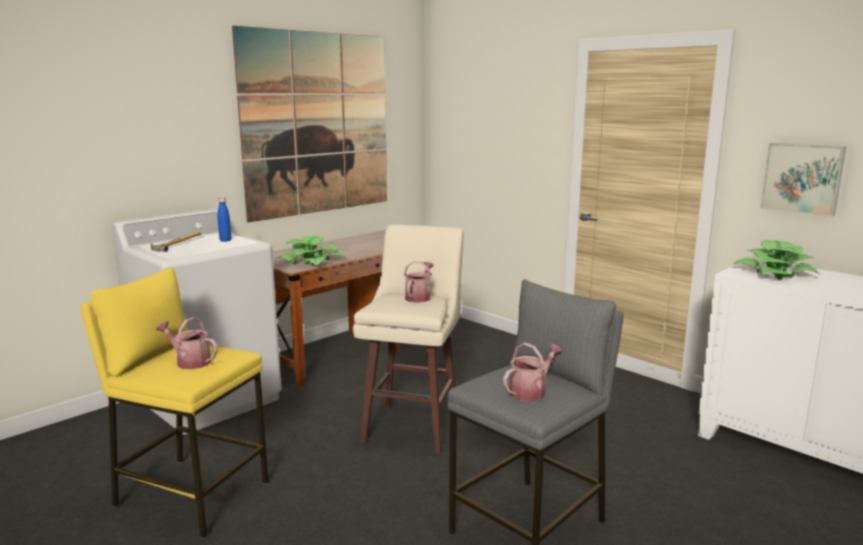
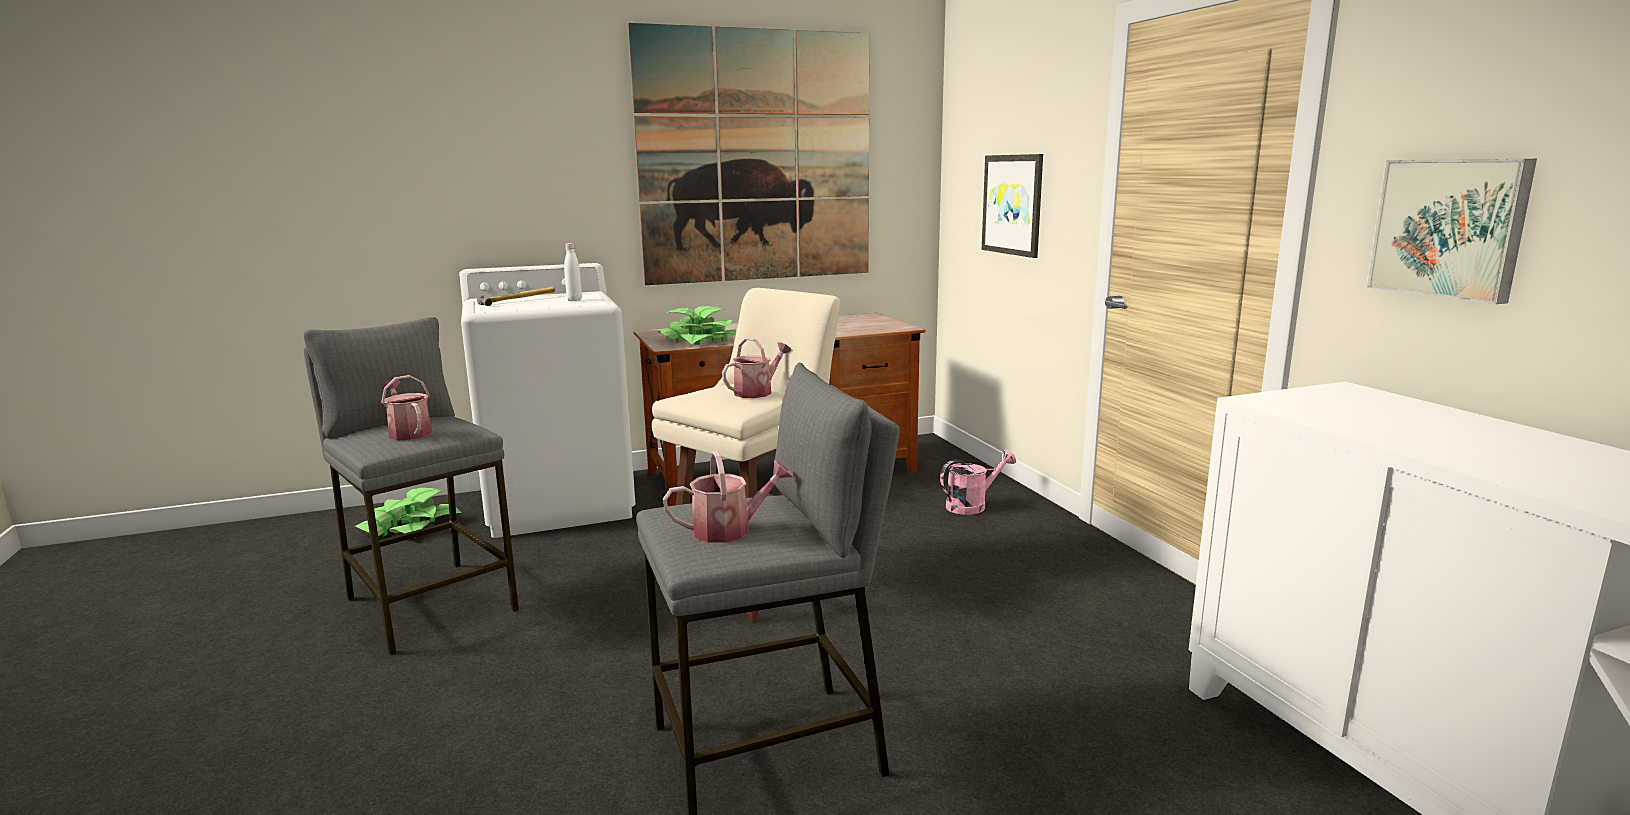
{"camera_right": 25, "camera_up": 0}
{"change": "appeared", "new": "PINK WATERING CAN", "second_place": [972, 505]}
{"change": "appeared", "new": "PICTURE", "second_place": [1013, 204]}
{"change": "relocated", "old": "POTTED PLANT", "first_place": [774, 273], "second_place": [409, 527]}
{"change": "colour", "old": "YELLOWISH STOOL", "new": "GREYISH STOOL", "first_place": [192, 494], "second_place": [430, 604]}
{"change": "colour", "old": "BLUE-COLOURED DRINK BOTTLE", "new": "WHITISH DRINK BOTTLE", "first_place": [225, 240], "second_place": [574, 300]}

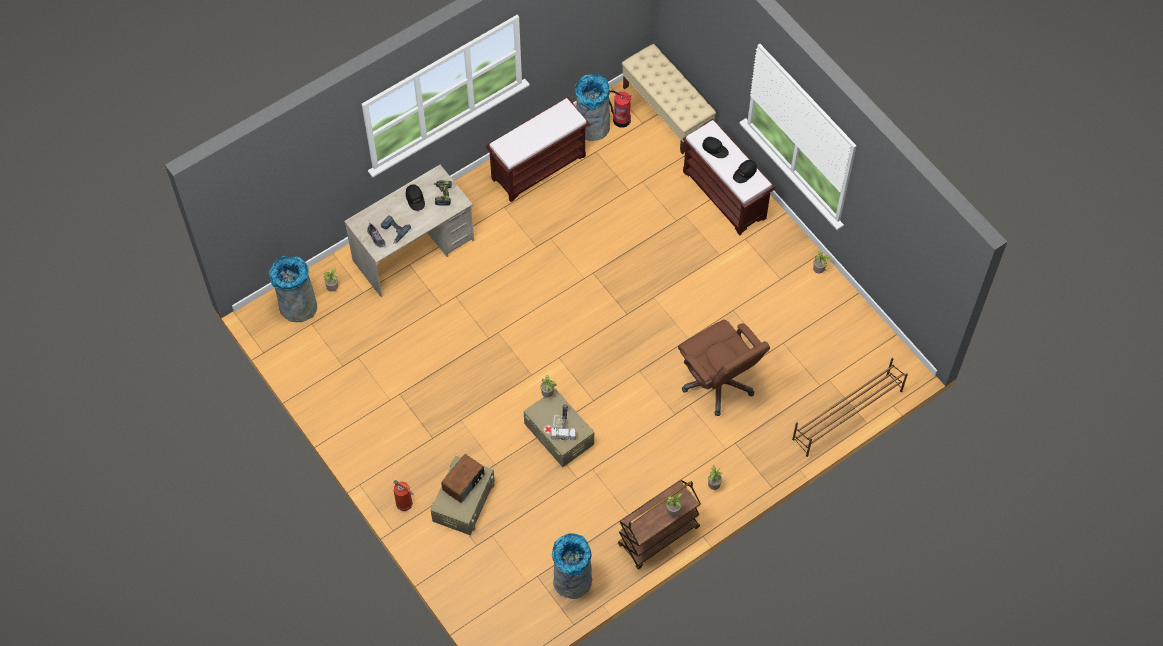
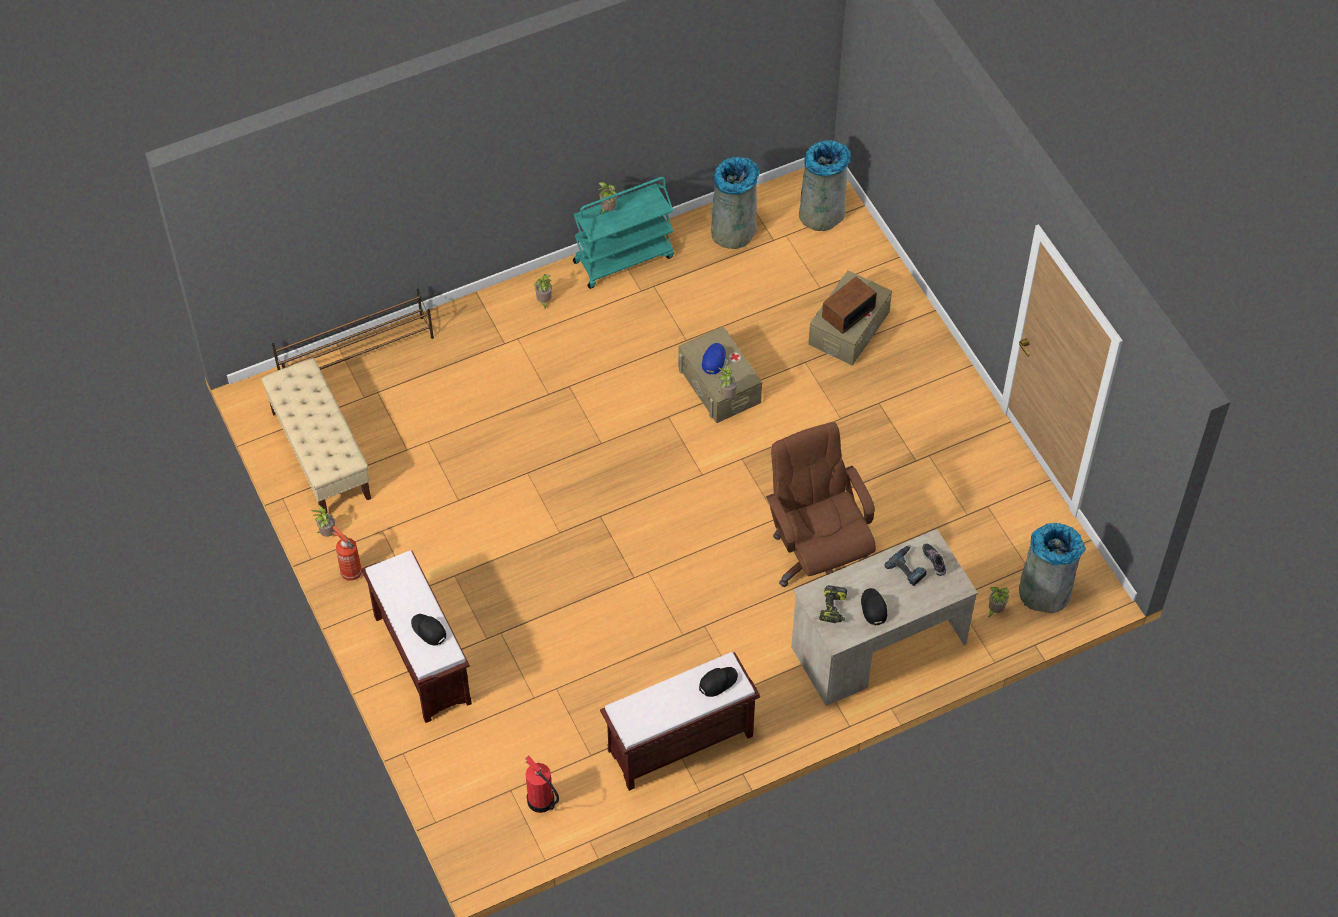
{"camera_right": -170, "camera_up": -5}
{"change": "relocated", "old": "FIRE EXTINGUISHER", "first_place": [405, 504], "second_place": [350, 571]}
{"change": "relocated", "old": "GREYISH RUBBISH BIN", "first_place": [592, 127], "second_place": [822, 213]}
{"change": "relocated", "old": "BEIGE-COLOURED BENCH", "first_place": [667, 112], "second_place": [320, 455]}
{"change": "relocated", "old": "BROWN-COLOURED DESK CHAIR", "first_place": [718, 383], "second_place": [817, 557]}
{"change": "relocated", "old": "BLACK CAP", "first_place": [744, 173], "second_place": [718, 682]}
{"change": "exchanged", "old": "TOOL HAMMER", "new": "BLUE-COLOURED CAP", "first_place": [564, 423], "second_place": [713, 360]}
{"change": "colour", "old": "BROWN-COLOURED CART", "new": "TURQUOISE CART", "first_place": [658, 537], "second_place": [624, 258]}

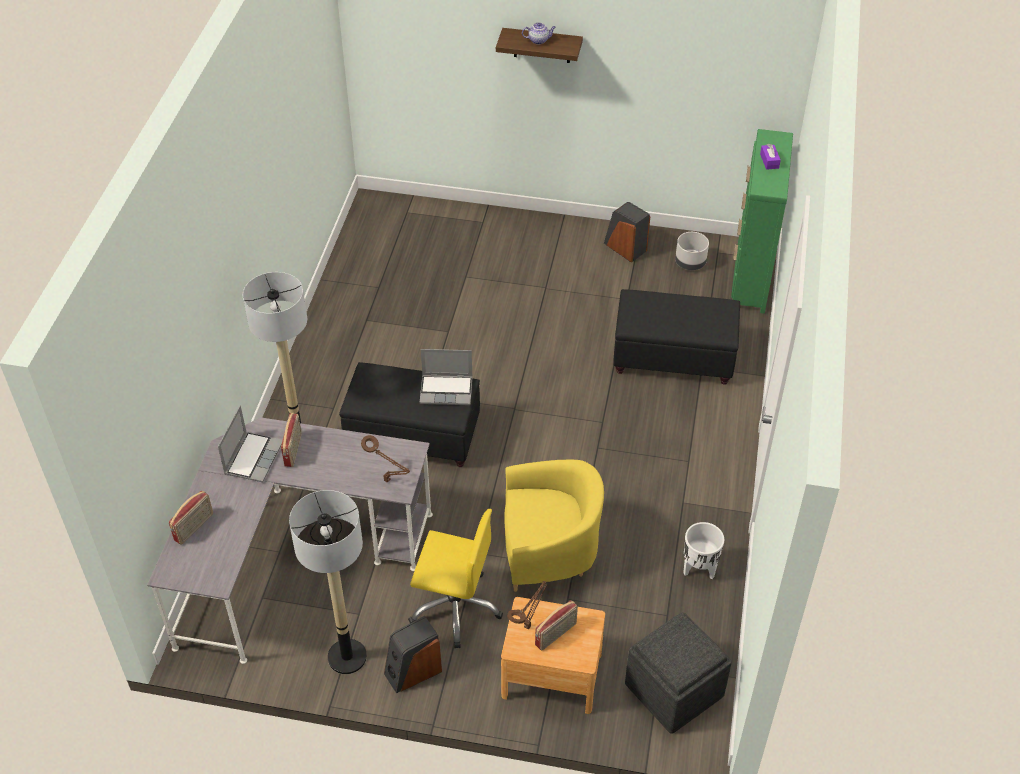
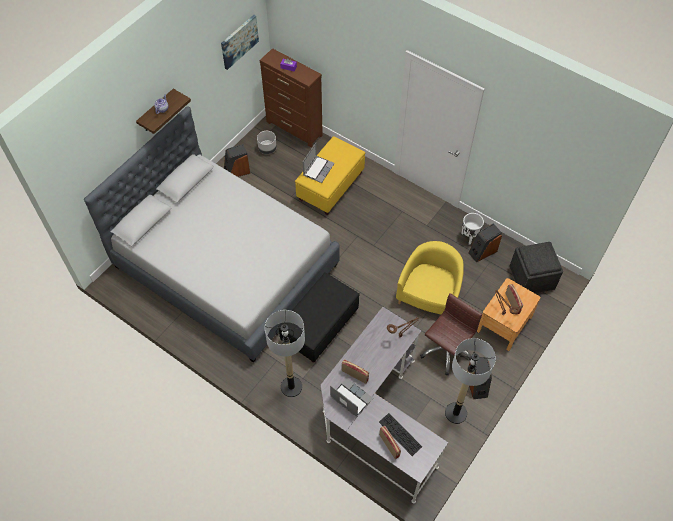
{"camera_right": -65, "camera_up": 10}
{"change": "appeared", "new": "GREYISH BED", "second_place": [226, 265]}
{"change": "appeared", "new": "PICTURE", "second_place": [239, 41]}
{"change": "appeared", "new": "KEYBOARD", "second_place": [399, 434]}
{"change": "appeared", "new": "SPEAKER", "second_place": [482, 251]}
{"change": "relocated", "old": "LAPTOP", "first_place": [447, 390], "second_place": [318, 169]}
{"change": "colour", "old": "YELLOWISH DESK CHAIR", "new": "BROWN-COLOURED DESK CHAIR", "first_place": [455, 607], "second_place": [446, 350]}
{"change": "colour", "old": "BLACK OTTOMAN", "new": "YELLOWISH OTTOMAN", "first_place": [672, 357], "second_place": [330, 187]}
{"change": "colour", "old": "GREENISH DRESSER", "new": "BROWN-COLOURED DRESSER", "first_place": [751, 278], "second_place": [294, 129]}

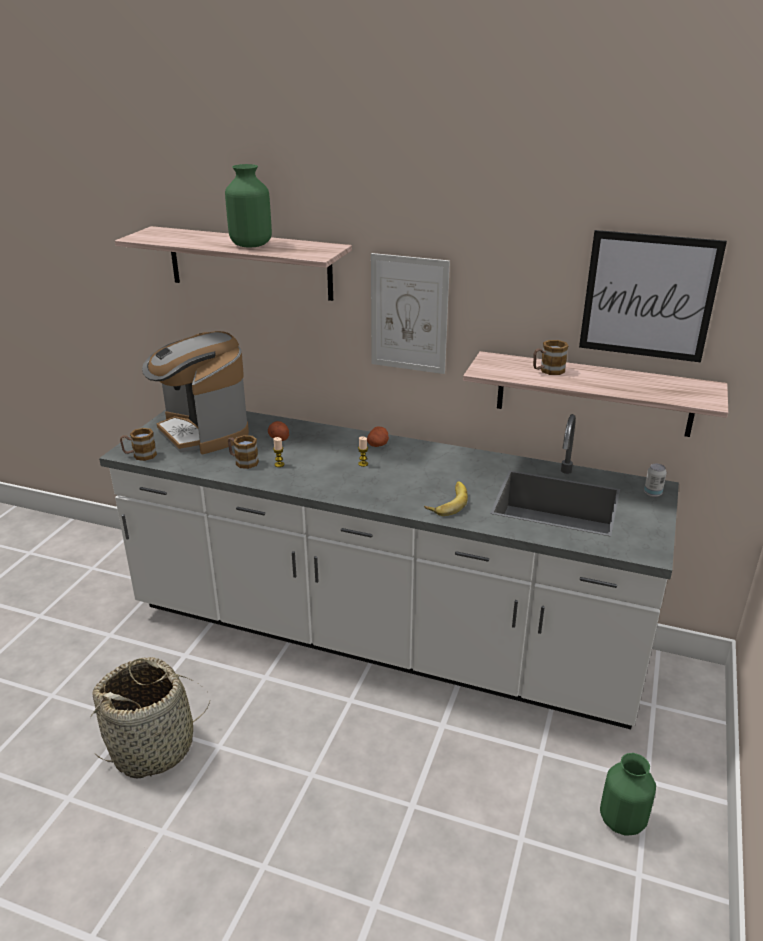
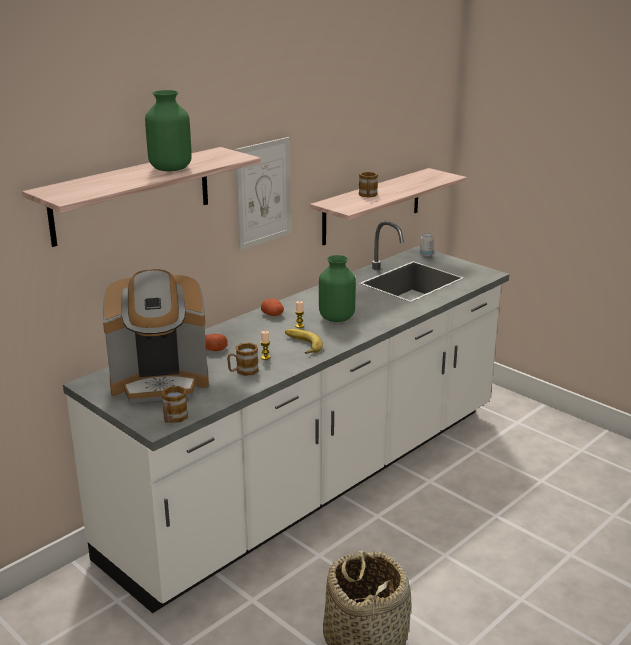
{"camera_right": -65, "camera_up": -5}
{"change": "missing", "old": "PICTURE", "first_place": [648, 296]}
{"change": "relocated", "old": "BANANA FRUIT", "first_place": [447, 502], "second_place": [300, 345]}
{"change": "relocated", "old": "GREENISH DECORATIVE VASE", "first_place": [623, 820], "second_place": [337, 317]}

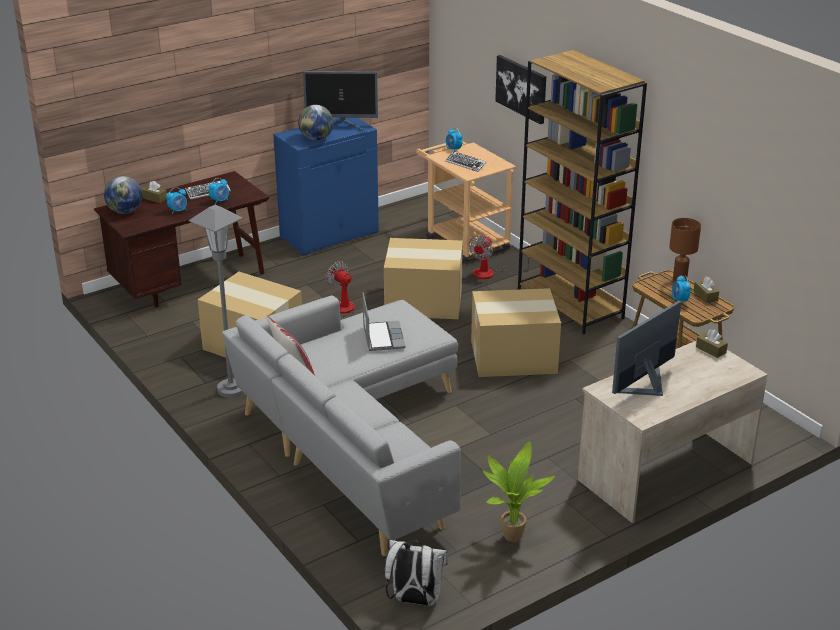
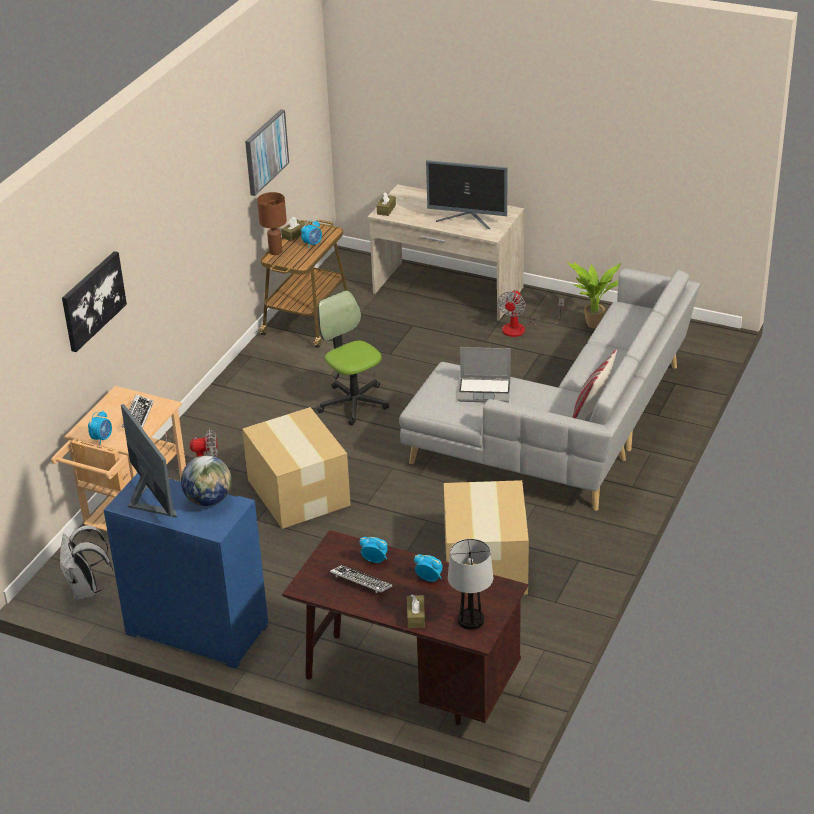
{"camera_right": -120, "camera_up": 5}
{"change": "missing", "old": "GREYISH STANDARD LAMP", "first_place": [231, 389]}
{"change": "missing", "old": "BROWN-COLOURED BOOKCASE", "first_place": [571, 304]}
{"change": "appeared", "new": "PICTURE", "second_place": [265, 152]}
{"change": "relocated", "old": "COOLING FAN", "first_place": [341, 312], "second_place": [522, 328]}
{"change": "relocated", "old": "WHITISH RUCKSACK", "first_place": [414, 600], "second_place": [86, 590]}
{"change": "exchanged", "old": "DESK GLOBE", "new": "LAMP FOR A TABLE", "first_place": [125, 211], "second_place": [471, 620]}
{"change": "exchanged", "old": "PACKING BOX", "new": "DESK CHAIR", "first_place": [515, 357], "second_place": [353, 403]}
{"change": "spun", "old": "LAPTOP", "first_place": [382, 337], "second_place": [485, 391], "degrees": -135}

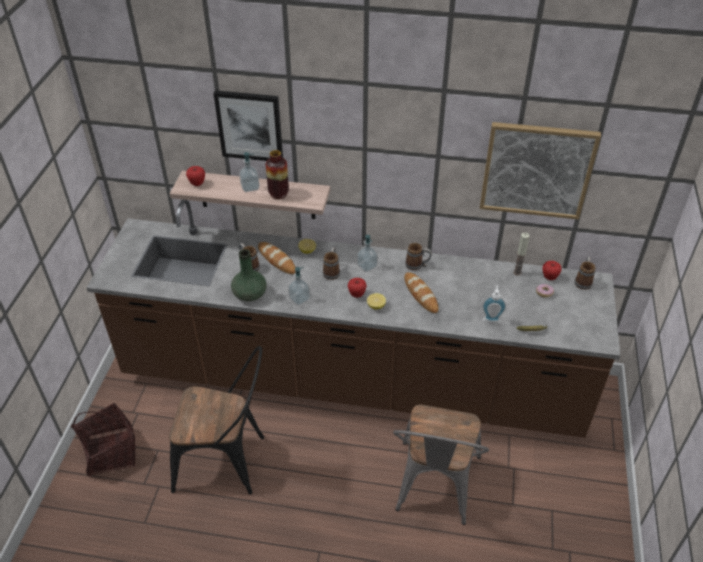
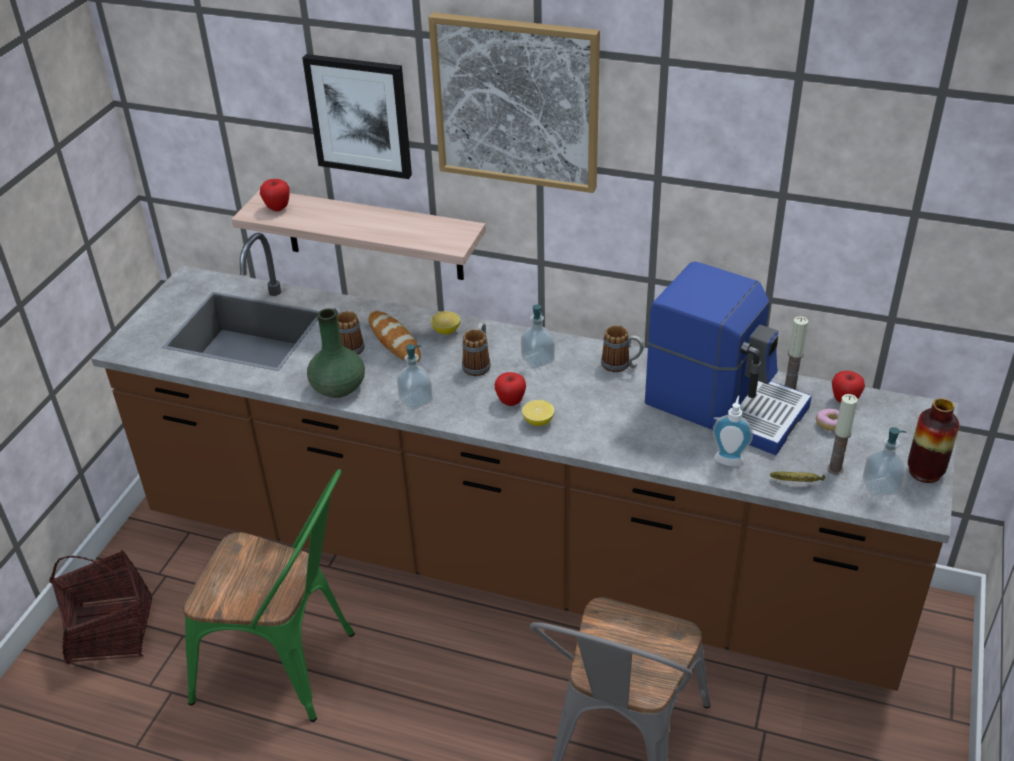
{"camera_right": 10, "camera_up": -5}
{"change": "missing", "old": "BAKERY BREAD", "first_place": [420, 294]}
{"change": "missing", "old": "TEA MUG", "first_place": [583, 281]}
{"change": "appeared", "new": "COFFEE MAKER", "second_place": [725, 404]}
{"change": "appeared", "new": "WAX LIGHT", "second_place": [835, 469]}
{"change": "relocated", "old": "SOAP DISPENSER", "first_place": [250, 187], "second_place": [880, 486]}
{"change": "relocated", "old": "DECORATIVE VASE", "first_place": [278, 194], "second_place": [925, 472]}
{"change": "relocated", "old": "PICTURE", "first_place": [537, 170], "second_place": [516, 102]}
{"change": "colour", "old": "BLACK CHAIR", "new": "GREENISH CHAIR", "first_place": [228, 461], "second_place": [288, 666]}

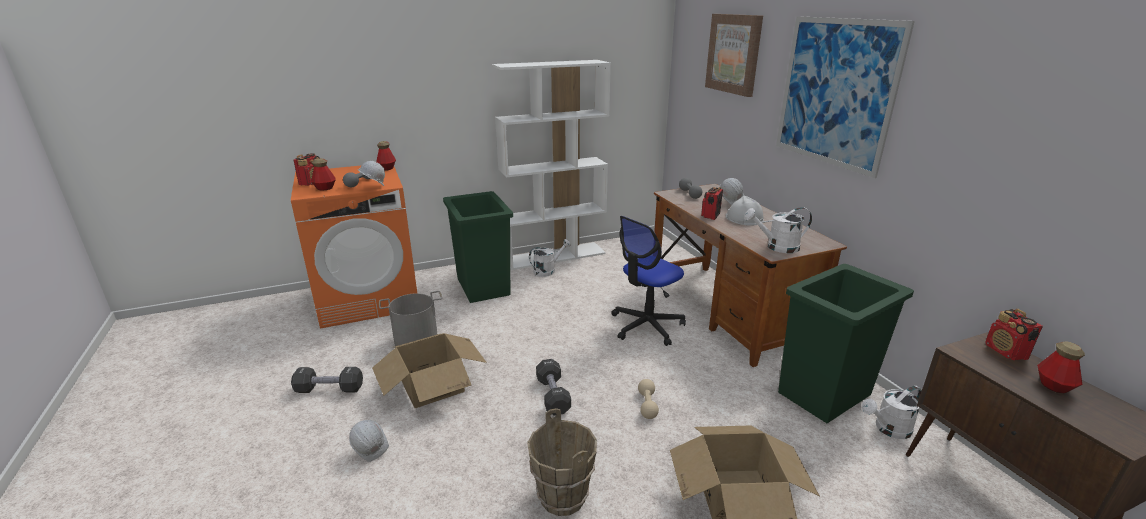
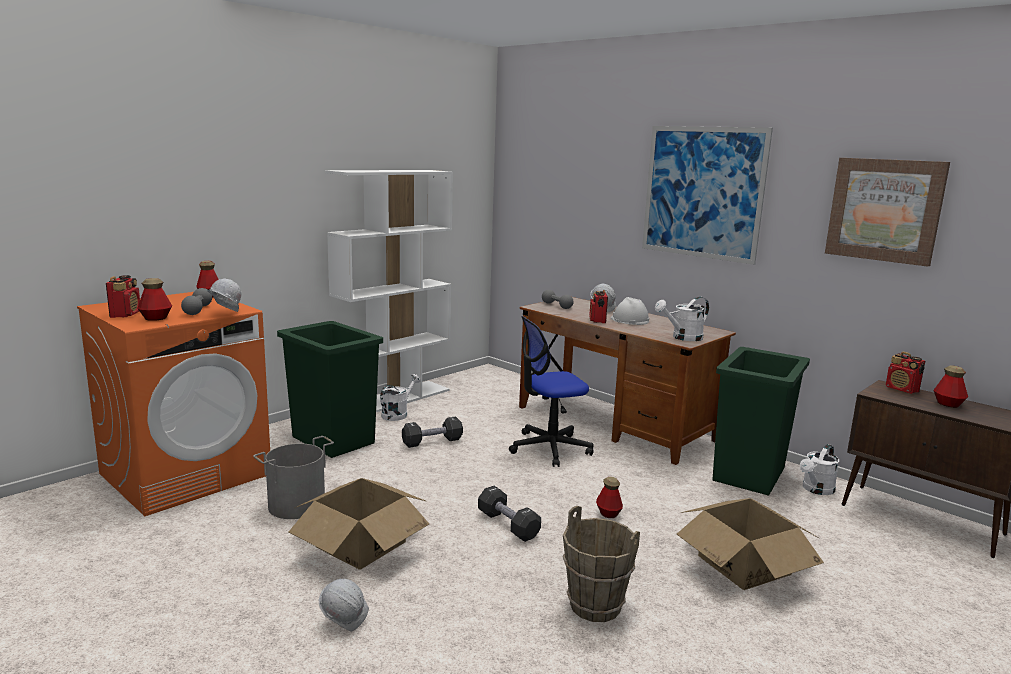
{"camera_right": -25, "camera_up": -10}
{"change": "relocated", "old": "BLACK DUMBBELL", "first_place": [329, 389], "second_place": [432, 442]}
{"change": "relocated", "old": "PICTURE", "first_place": [734, 54], "second_place": [884, 210]}
{"change": "exchanged", "old": "BEIGE-COLOURED DUMBBELL", "new": "DRINK BOTTLE", "first_place": [647, 405], "second_place": [608, 513]}
{"change": "spun", "old": "DESK CHAIR", "first_place": [646, 326], "second_place": [549, 448], "degrees": 45}

